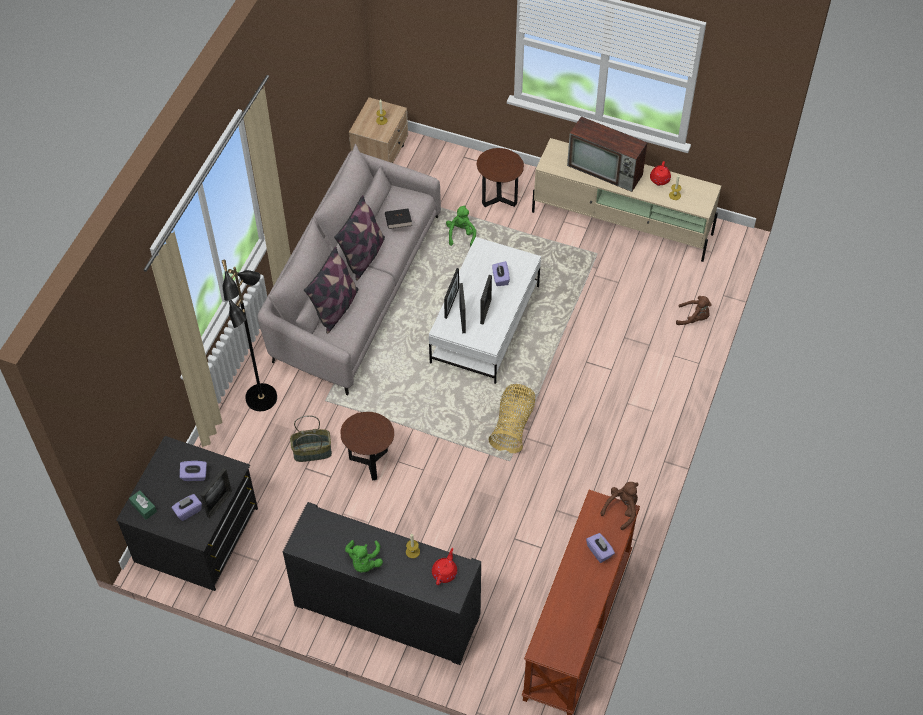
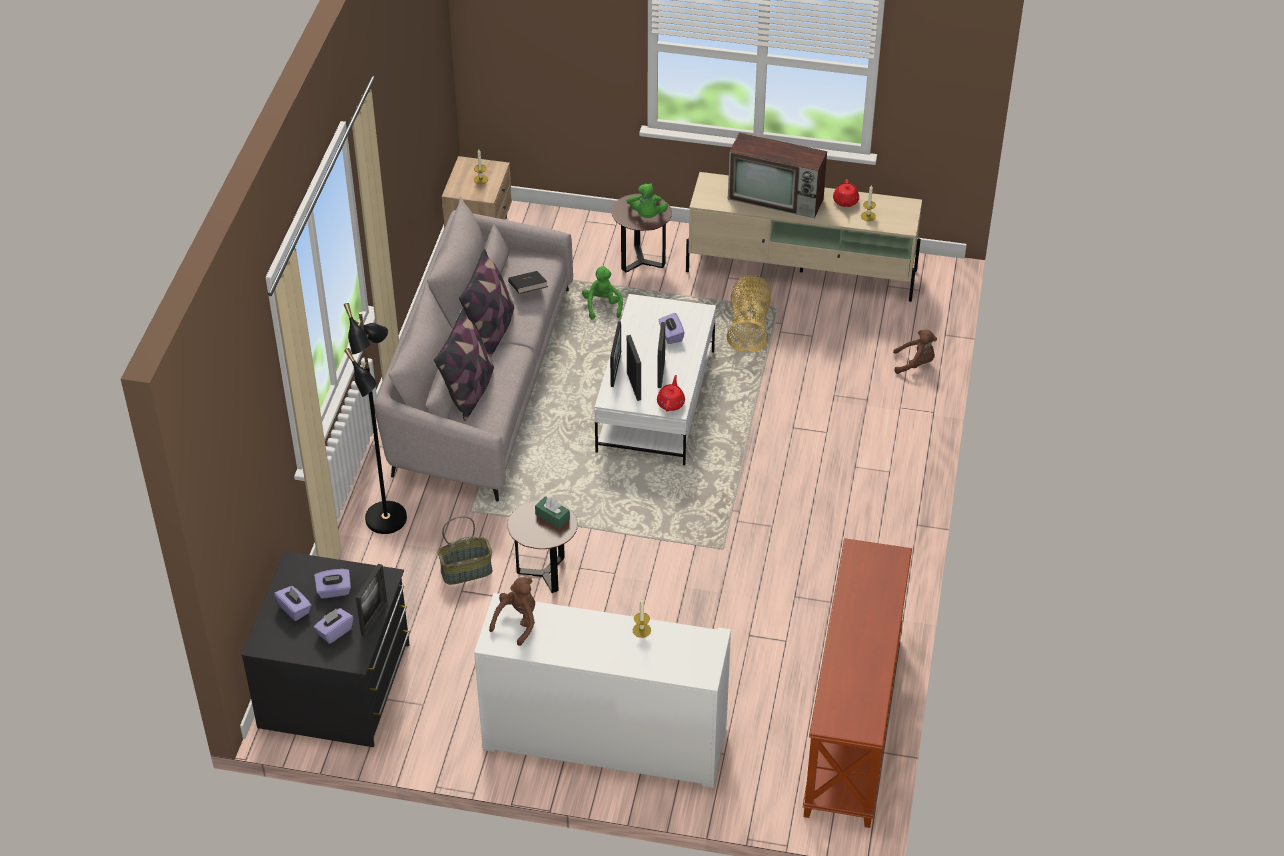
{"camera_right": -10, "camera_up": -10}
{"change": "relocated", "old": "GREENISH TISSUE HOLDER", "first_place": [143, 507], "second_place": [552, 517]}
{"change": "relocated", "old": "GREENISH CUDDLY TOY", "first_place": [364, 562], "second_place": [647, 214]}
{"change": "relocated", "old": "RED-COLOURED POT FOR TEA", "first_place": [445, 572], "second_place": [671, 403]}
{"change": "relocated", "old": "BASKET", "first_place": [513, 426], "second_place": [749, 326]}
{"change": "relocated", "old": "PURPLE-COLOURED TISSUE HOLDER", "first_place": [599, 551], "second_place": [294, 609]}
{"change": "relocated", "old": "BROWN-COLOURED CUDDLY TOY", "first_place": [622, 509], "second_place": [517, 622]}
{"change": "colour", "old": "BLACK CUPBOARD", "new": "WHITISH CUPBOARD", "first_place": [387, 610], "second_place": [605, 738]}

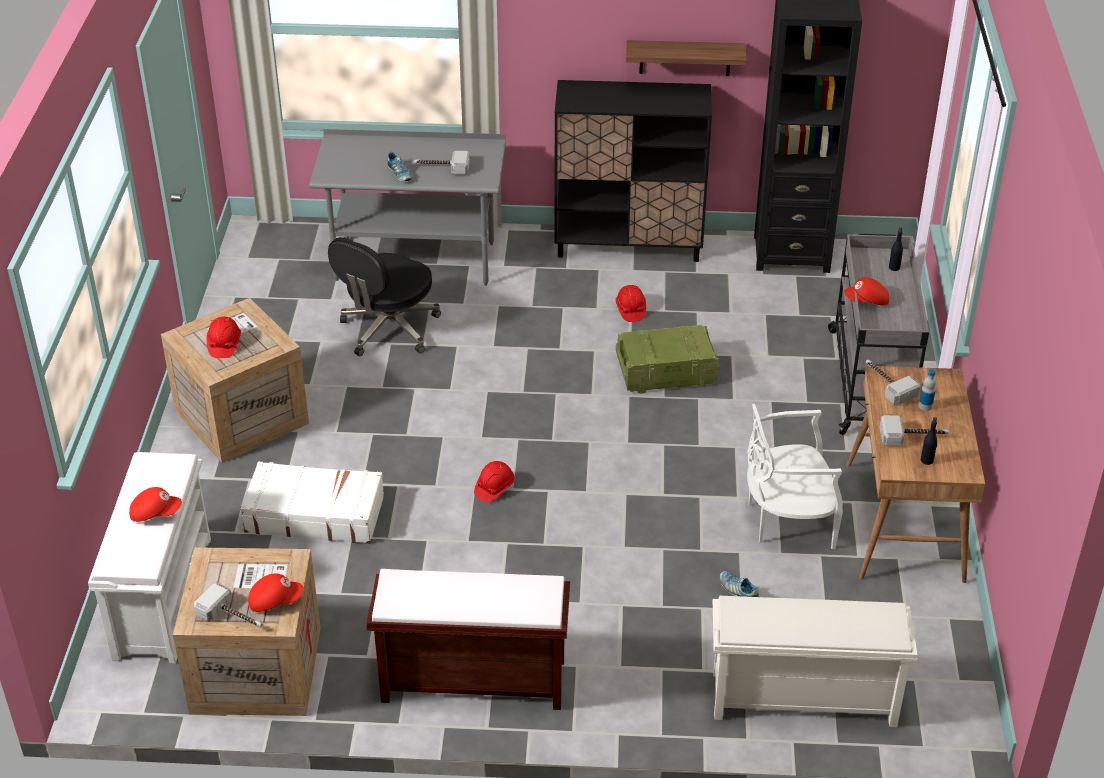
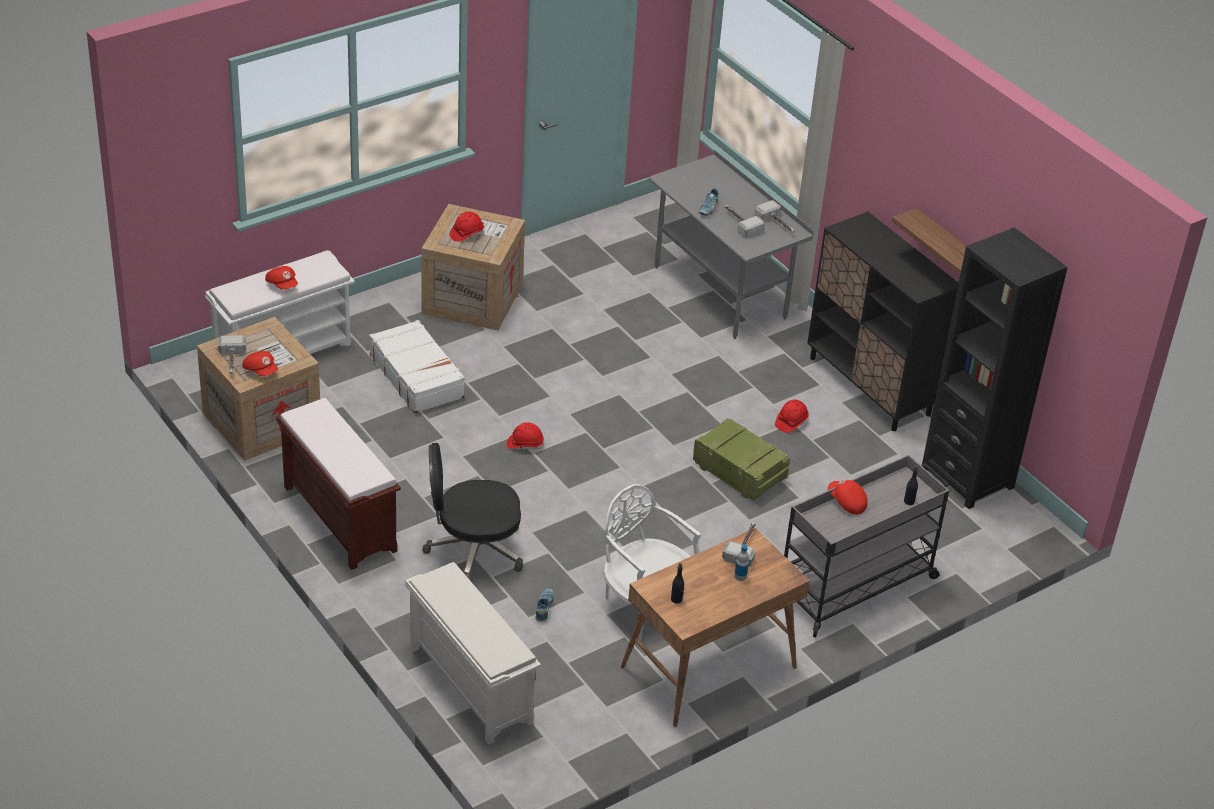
{"camera_right": 50, "camera_up": 0}
{"change": "relocated", "old": "BLACK DESK CHAIR", "first_place": [388, 330], "second_place": [473, 551]}
{"change": "relocated", "old": "TOOL HAMMER", "first_place": [913, 437], "second_place": [777, 224]}

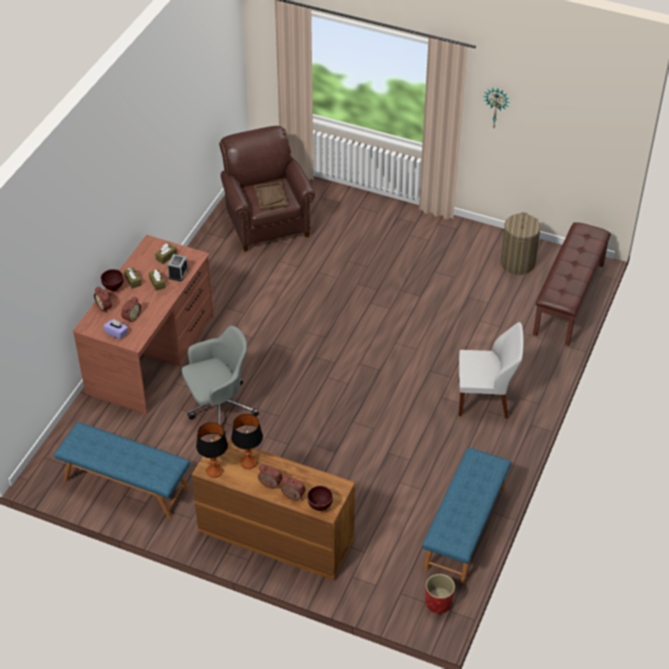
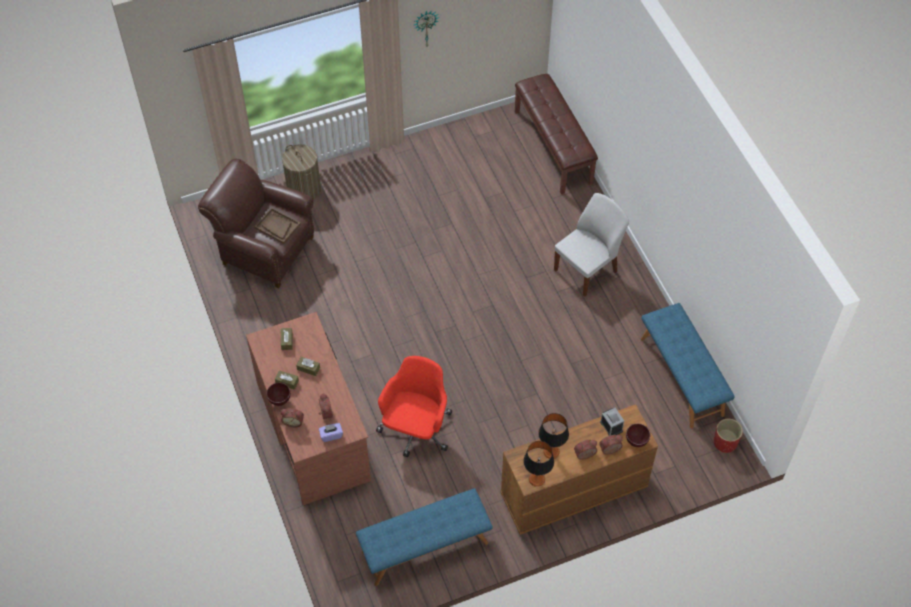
{"camera_right": -45, "camera_up": 10}
{"change": "relocated", "old": "BEDSIDE CLOCK", "first_place": [178, 273], "second_place": [611, 426]}
{"change": "relocated", "old": "HAMPER", "first_place": [517, 263], "second_place": [304, 189]}
{"change": "colour", "old": "GREYISH DESK CHAIR", "new": "RED-COLOURED DESK CHAIR", "first_place": [218, 407], "second_place": [416, 430]}

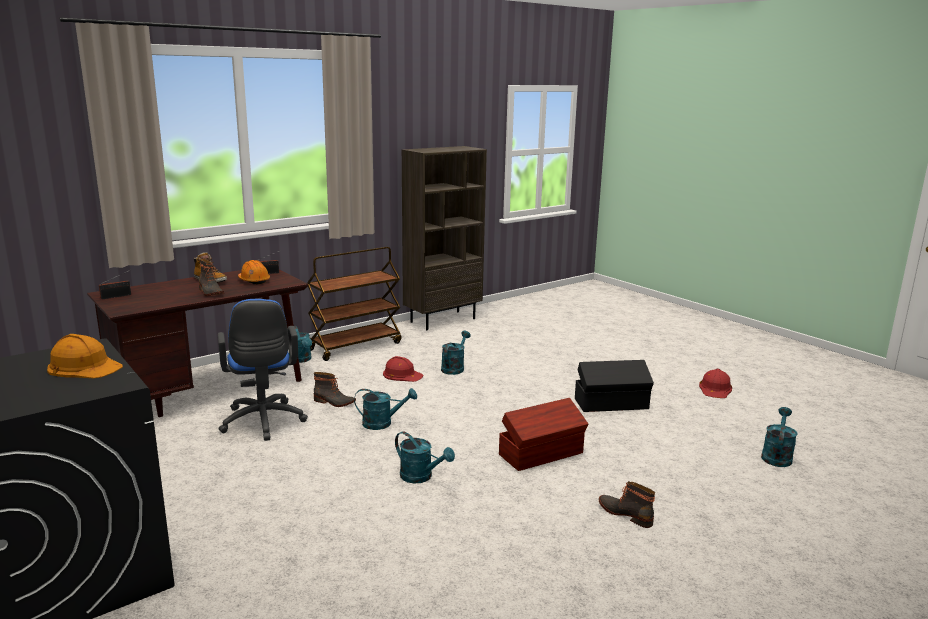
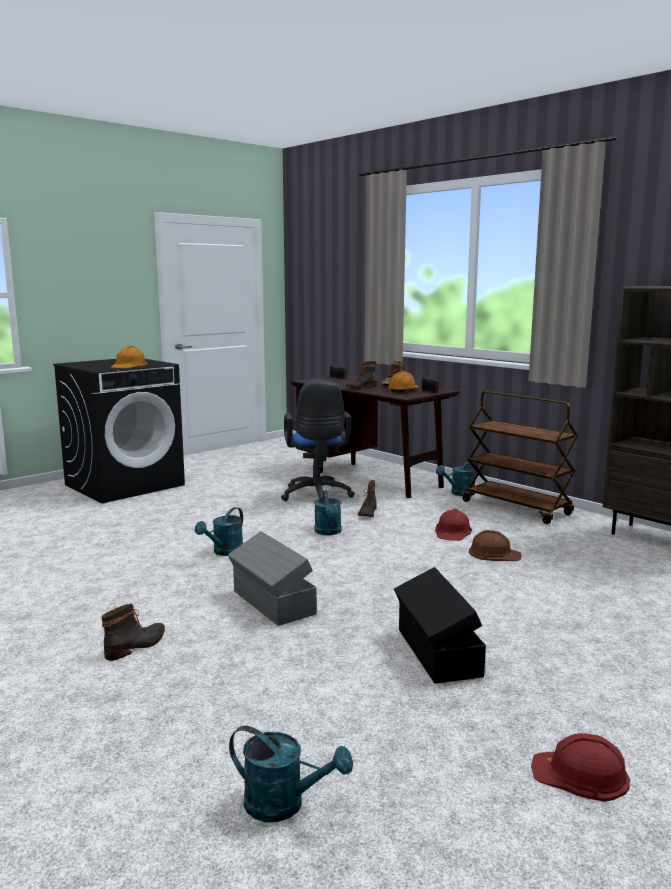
{"camera_right": 85, "camera_up": -5}
{"change": "exchanged", "old": "TURQUOISE WATERING CAN", "new": "BROWN-COLOURED HARD HAT", "first_place": [454, 368], "second_place": [494, 553]}
{"change": "colour", "old": "BROWN-COLOURED STORAGE BOX", "new": "GREYISH STORAGE BOX", "first_place": [542, 454], "second_place": [272, 603]}
{"change": "spun", "old": "BLUE-COLOURED DESK CHAIR", "first_place": [263, 423], "second_place": [317, 497], "degrees": -75}

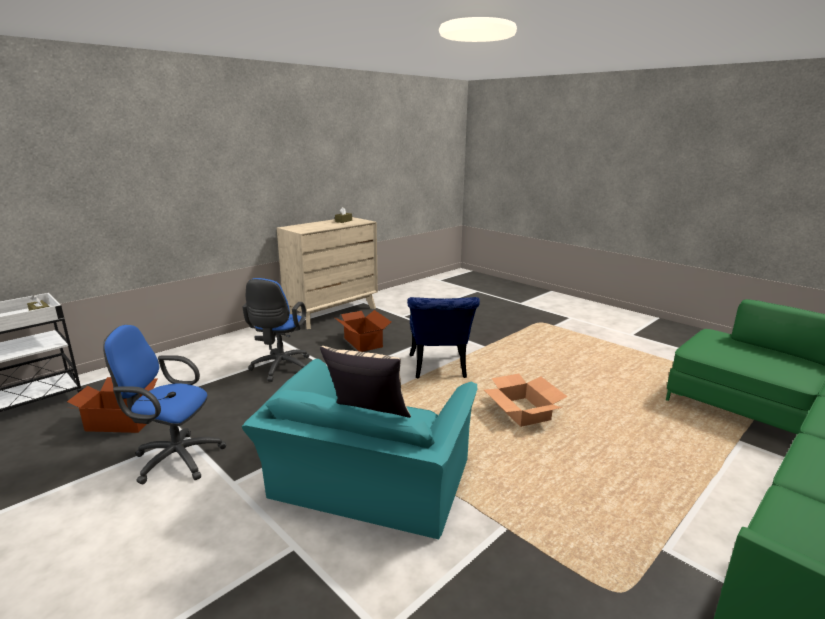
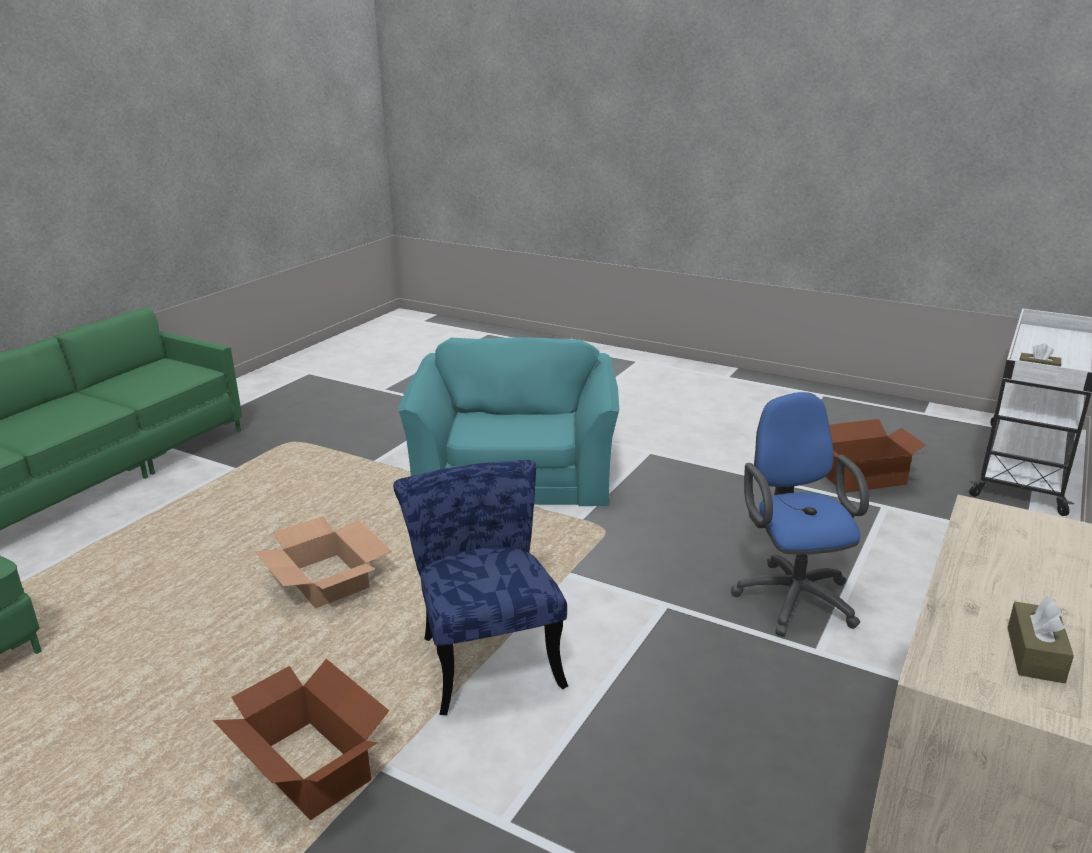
{"camera_right": 165, "camera_up": 5}
{"change": "missing", "old": "BLUE-COLOURED DESK CHAIR", "first_place": [173, 458]}
{"change": "missing", "old": "BEIGE-COLOURED CUSHION", "first_place": [366, 418]}
{"change": "relocated", "old": "PACKING BOX", "first_place": [362, 343], "second_place": [311, 768]}

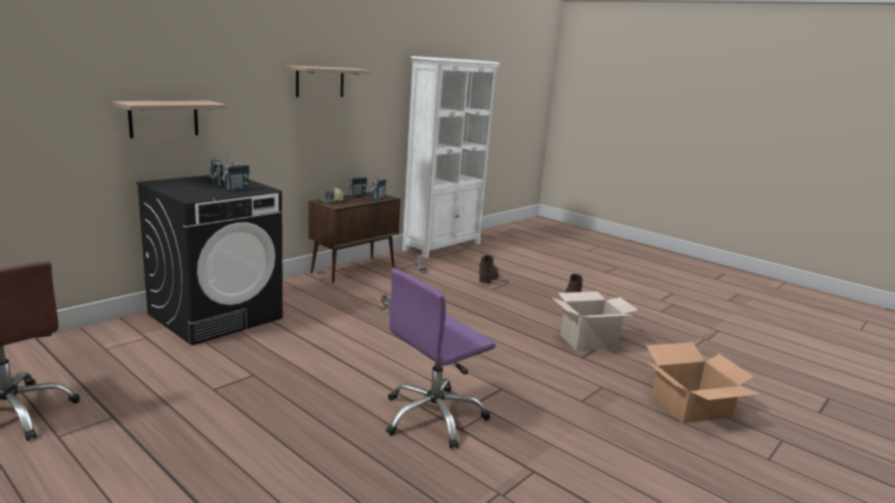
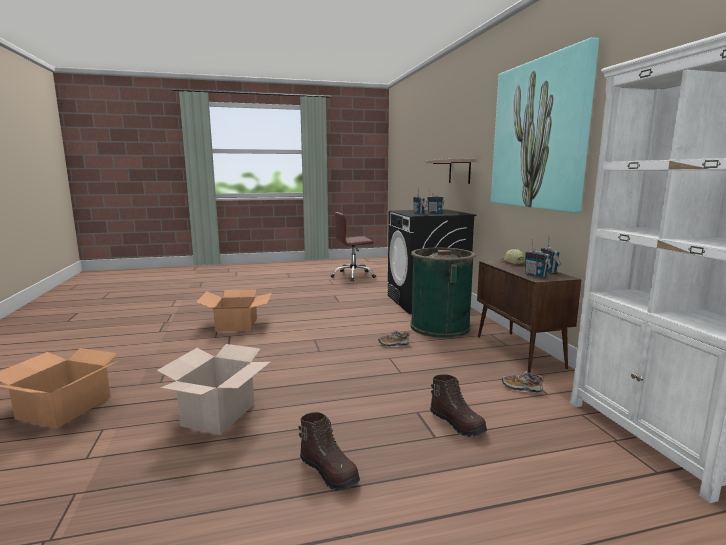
{"camera_right": 125, "camera_up": -5}
{"change": "appeared", "new": "GREENISH RUBBISH BIN", "second_place": [440, 327]}
{"change": "exchanged", "old": "BRACKET SHELF", "new": "PICTURE", "first_place": [320, 81], "second_place": [539, 135]}
{"change": "exchanged", "old": "PURPLE-COLOURED DESK CHAIR", "new": "PACKING BOX", "first_place": [434, 417], "second_place": [237, 324]}

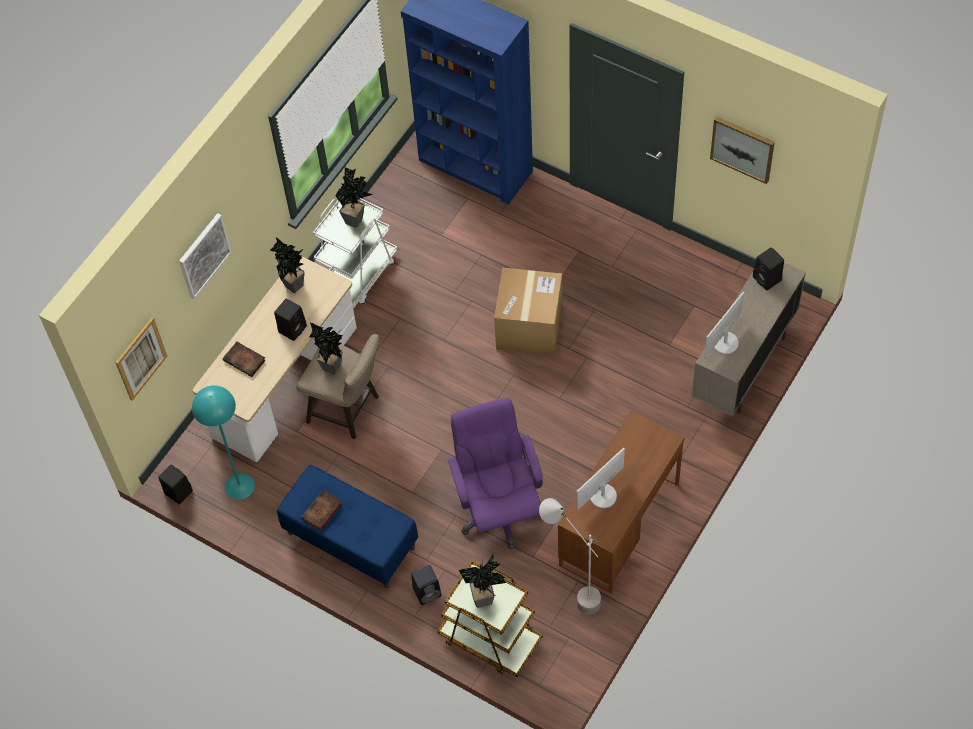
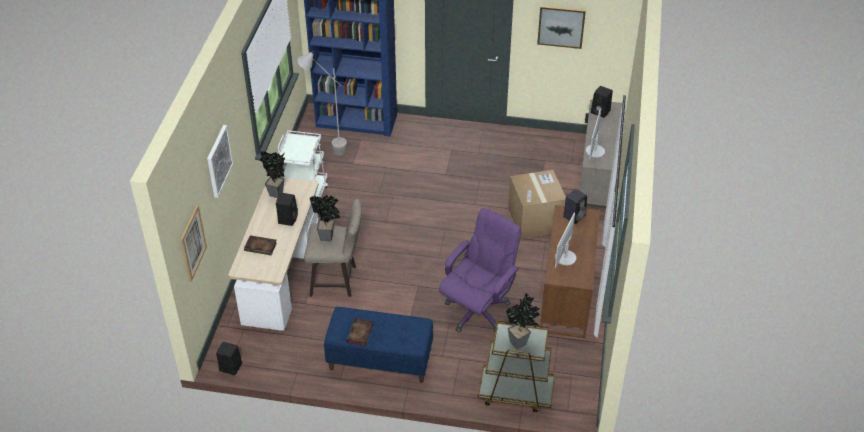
{"camera_right": -25, "camera_up": -15}
{"change": "missing", "old": "TURQUOISE STANDARD LAMP", "first_place": [239, 486]}
{"change": "missing", "old": "POTTED PLANT", "first_place": [356, 219]}
{"change": "relocated", "old": "BLACK SPEAKER", "first_place": [428, 592], "second_place": [574, 216]}
{"change": "relocated", "old": "PACKING BOX", "first_place": [529, 327], "second_place": [535, 220]}
{"change": "relocated", "old": "GREYISH STANDARD LAMP", "first_place": [571, 593], "second_place": [327, 148]}
{"change": "spun", "old": "PURPLE-COLOURED DESK CHAIR", "first_place": [498, 509], "second_place": [477, 310], "degrees": 75}

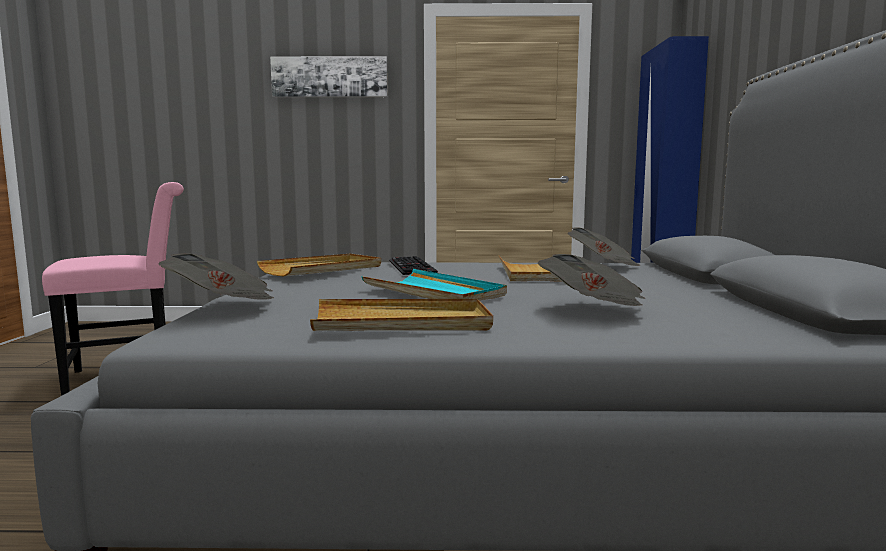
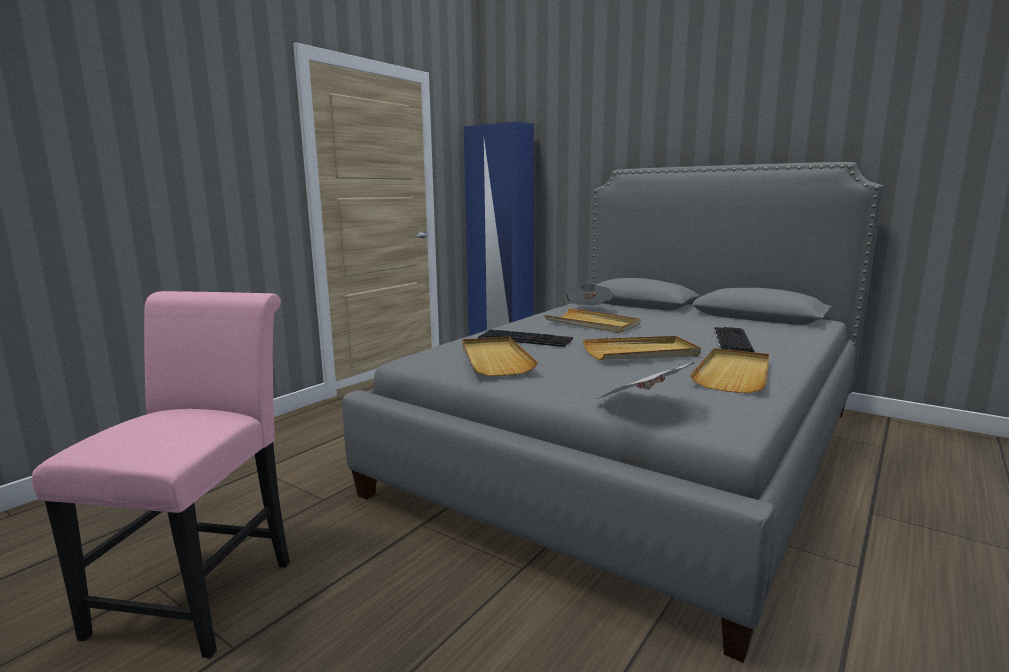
{"camera_right": -55, "camera_up": 5}
{"change": "missing", "old": "PICTURE", "first_place": [329, 77]}
{"change": "exchanged", "old": "PRINTED PAPER", "new": "KEYBOARD", "first_place": [594, 311], "second_place": [731, 340]}
{"change": "colour", "old": "TURQUOISE TRAY", "new": "BEIGE-COLOURED TRAY", "first_place": [433, 292], "second_place": [641, 353]}

